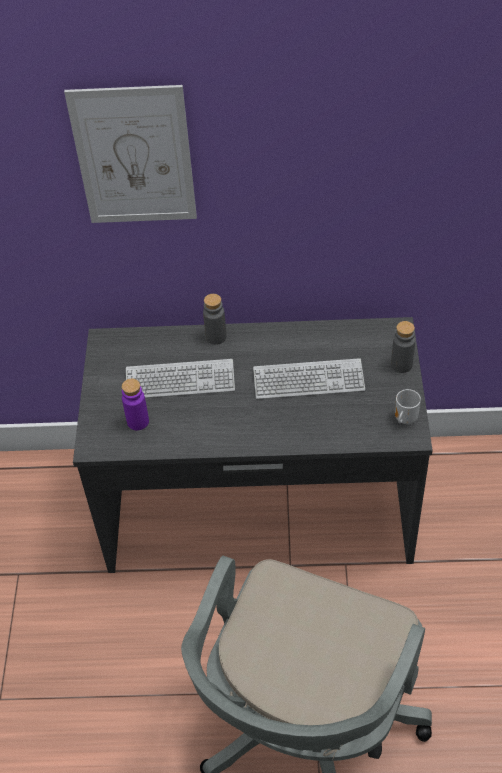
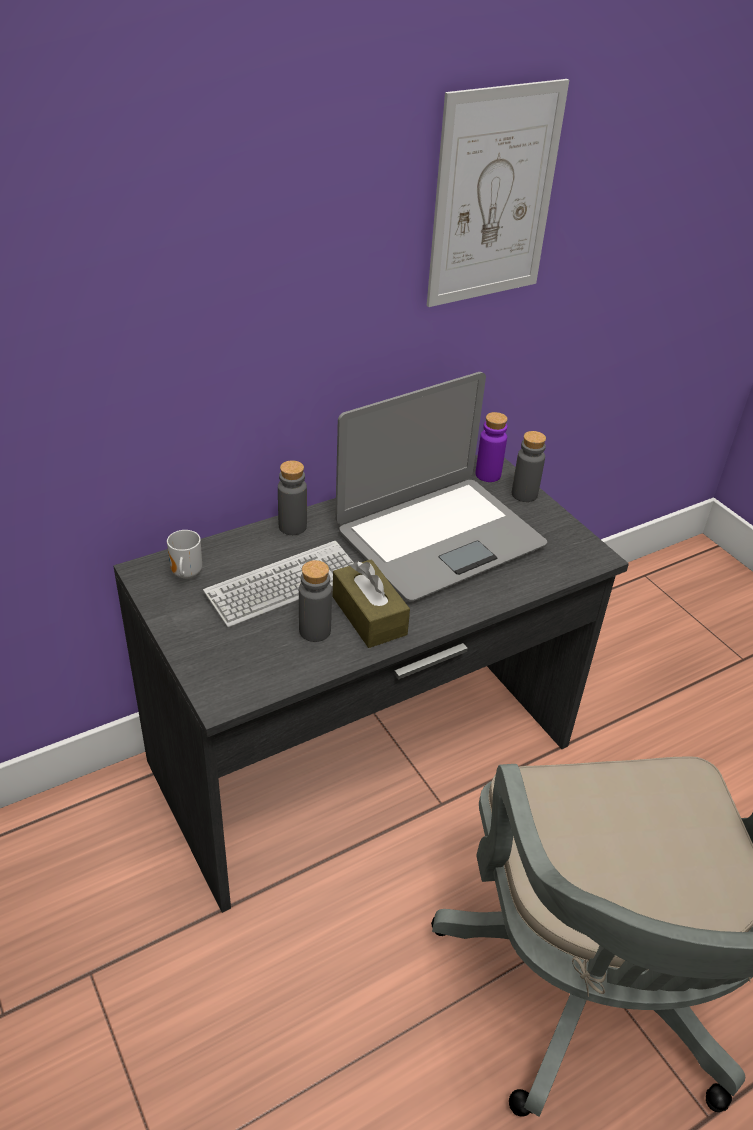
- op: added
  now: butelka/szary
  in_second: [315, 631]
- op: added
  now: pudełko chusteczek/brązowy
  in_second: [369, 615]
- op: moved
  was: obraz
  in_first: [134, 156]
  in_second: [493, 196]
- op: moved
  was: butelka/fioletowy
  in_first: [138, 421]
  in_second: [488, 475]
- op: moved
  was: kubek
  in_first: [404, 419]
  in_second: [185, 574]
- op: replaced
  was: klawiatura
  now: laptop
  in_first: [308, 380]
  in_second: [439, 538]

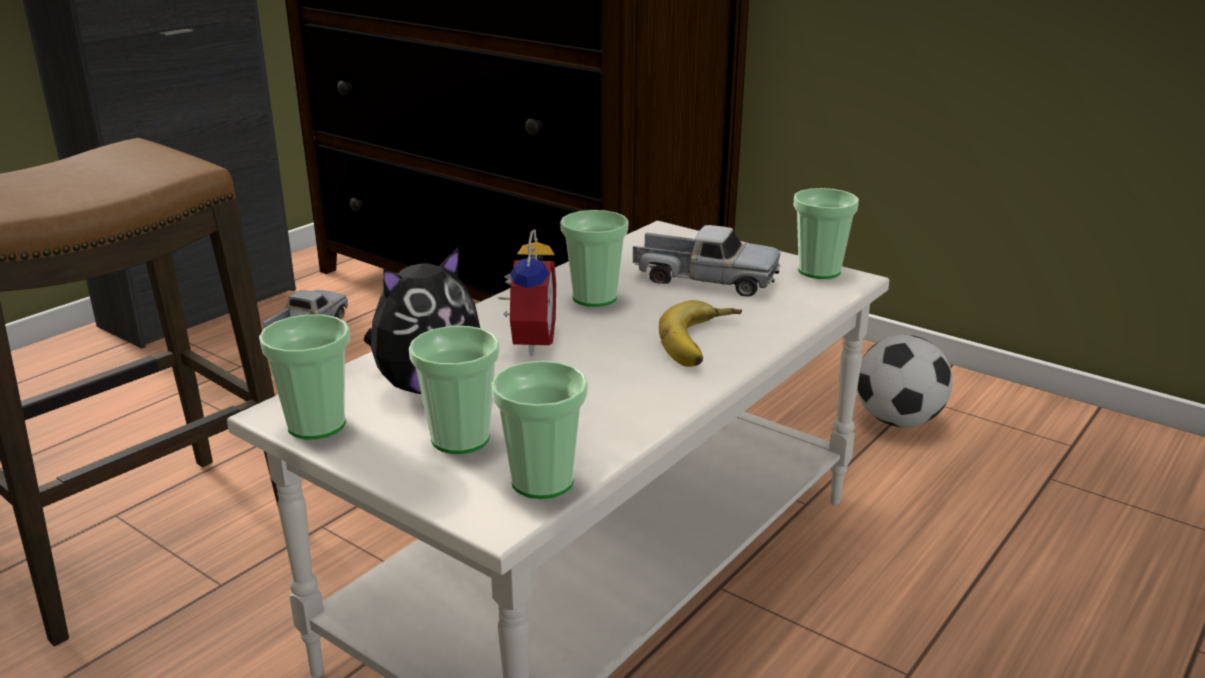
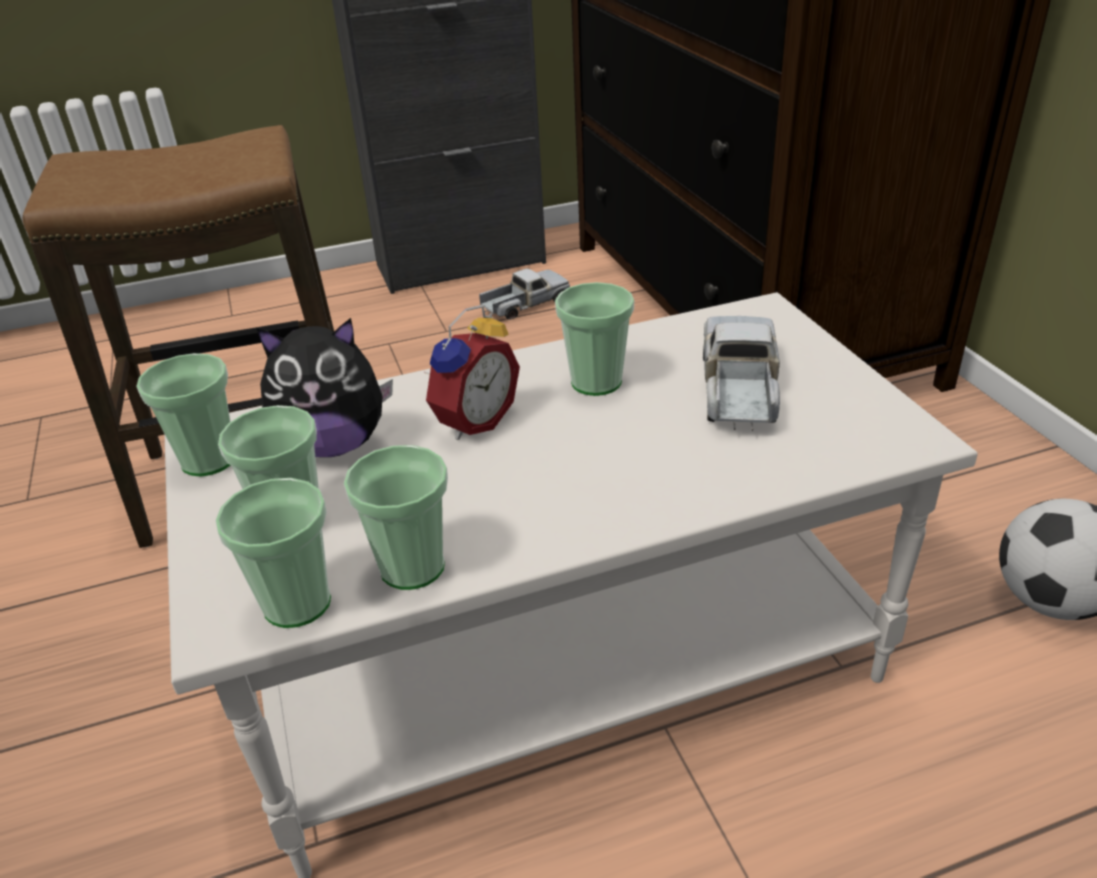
- op: removed
  was: banan
  in_first: [705, 343]
- op: moved
  was: filiżanka
  in_first: [819, 271]
  in_second: [412, 567]
- op: turned
  was: ciężarówka zabawkowa
  in_first: [705, 279]
  in_second: [739, 389]
  clockwise: -135

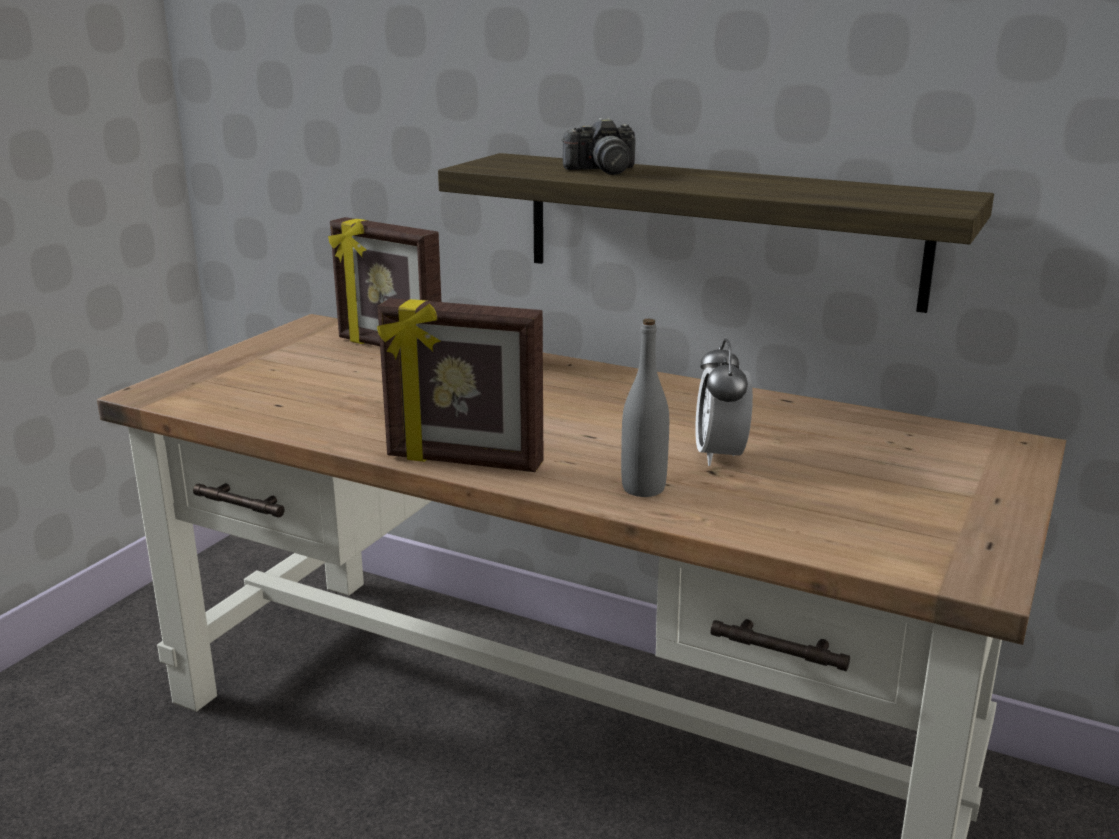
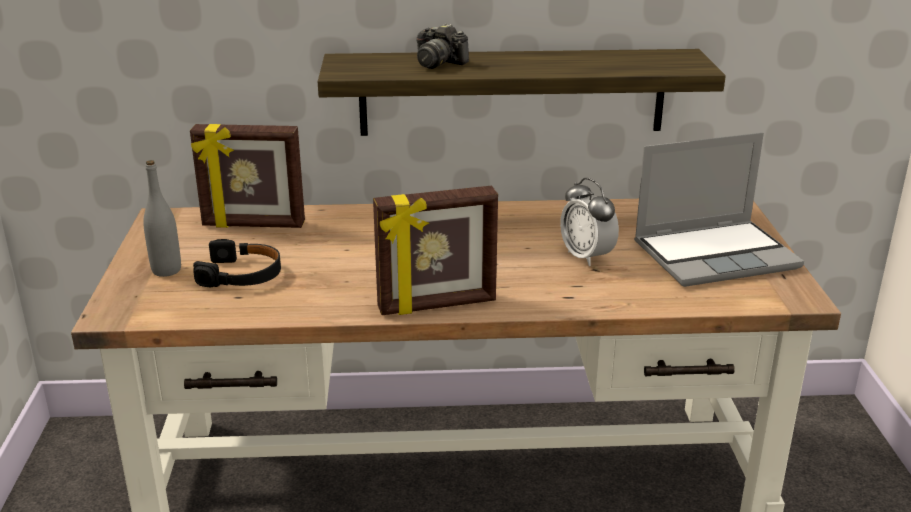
- op: added
  now: słuchawki/czarny
  in_second: [241, 275]
- op: added
  now: laptop
  in_second: [716, 254]
- op: moved
  was: butelka/szary
  in_first: [643, 488]
  in_second: [166, 270]
- op: turned
  was: aparat fotograficzny
  in_first: [602, 170]
  in_second: [438, 63]
  clockwise: 75

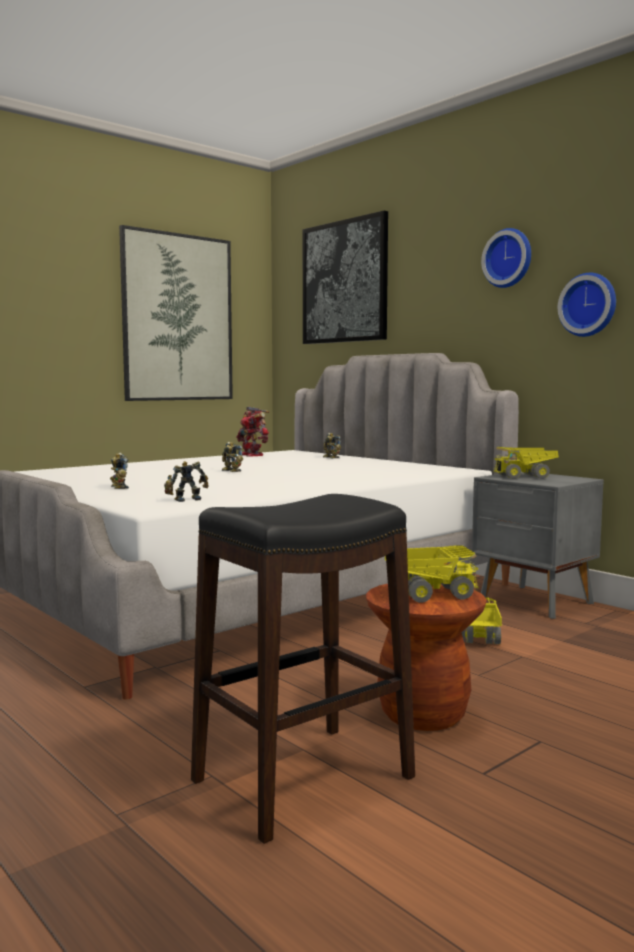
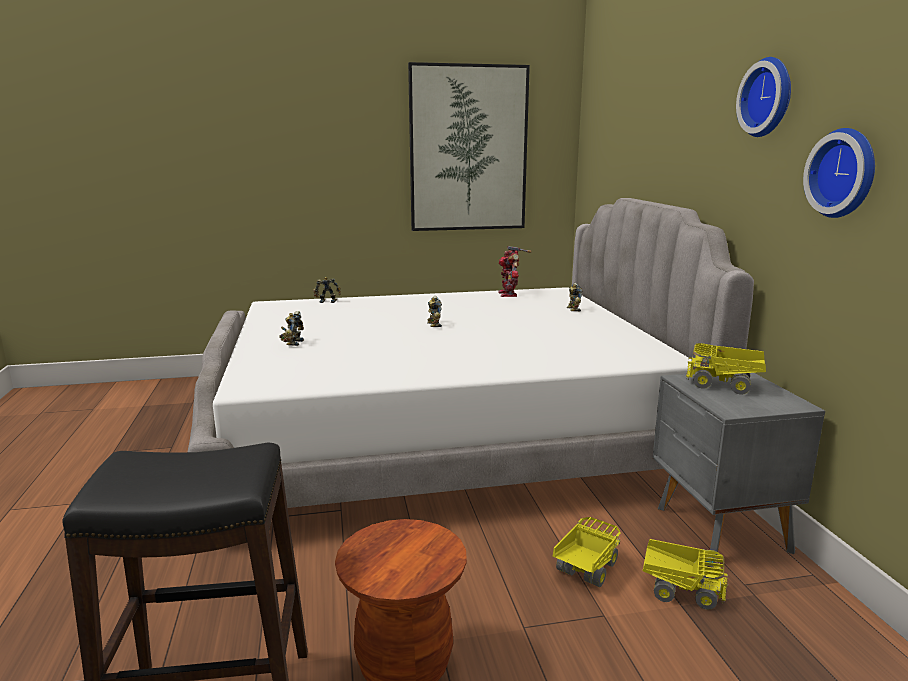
- op: removed
  was: obraz
  in_first: [344, 282]
- op: moved
  was: robot zabawkowy
  in_first: [186, 499]
  in_second: [327, 301]
- op: moved
  was: ciężarówka zabawkowa
  in_first: [429, 594]
  in_second: [679, 590]

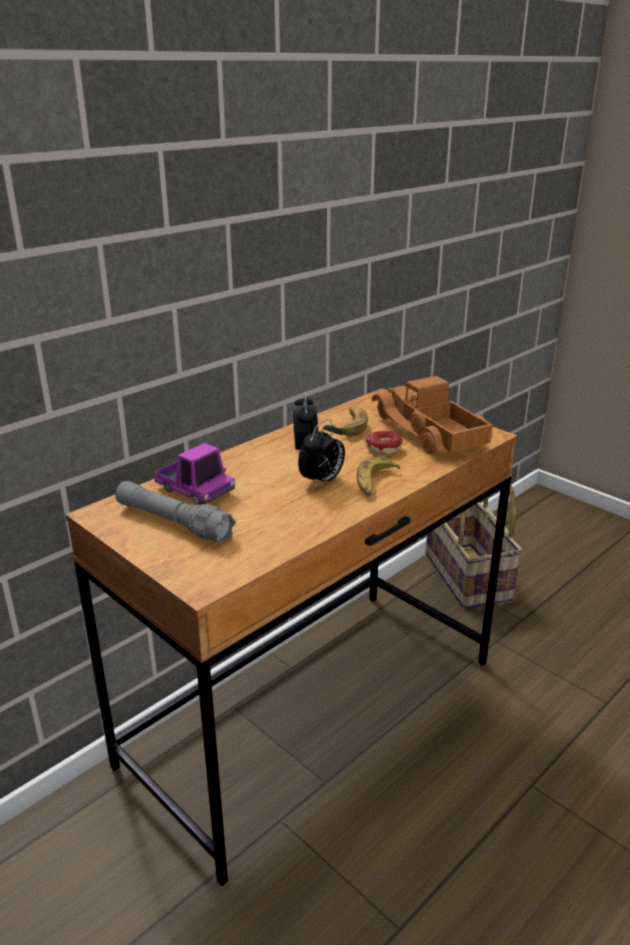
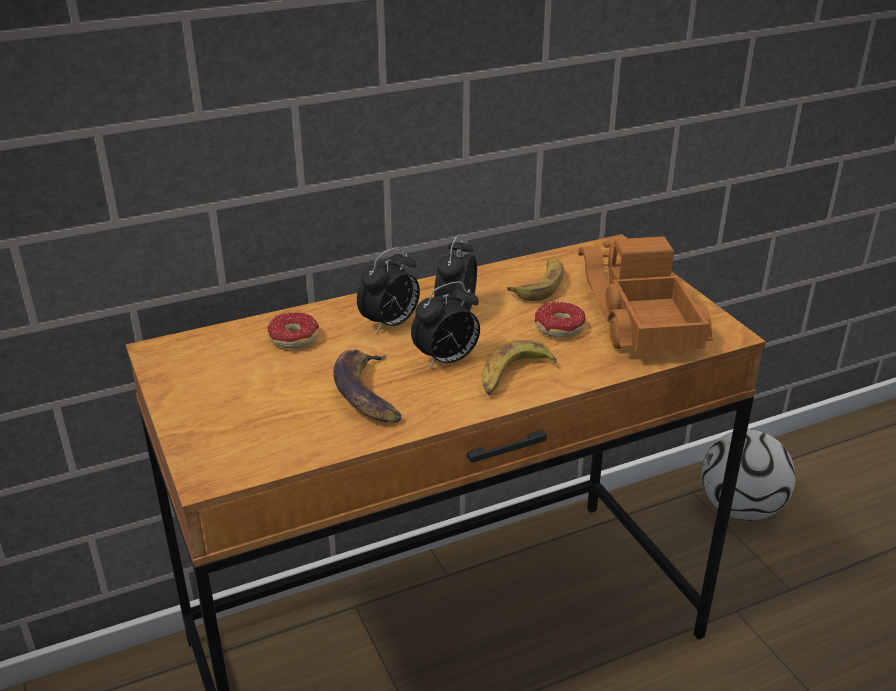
- op: removed
  was: latarka/szary
  in_first: [173, 522]
- op: added
  now: banan
  in_second: [366, 393]
- op: added
  now: budzik
  in_second: [390, 324]
- op: replaced
  was: ciężarówka zabawkowa
  now: donut
  in_first: [195, 490]
  in_second: [285, 342]
- op: replaced
  was: koszyk
  now: piłka futbolowa
  in_first: [469, 576]
  in_second: [741, 508]

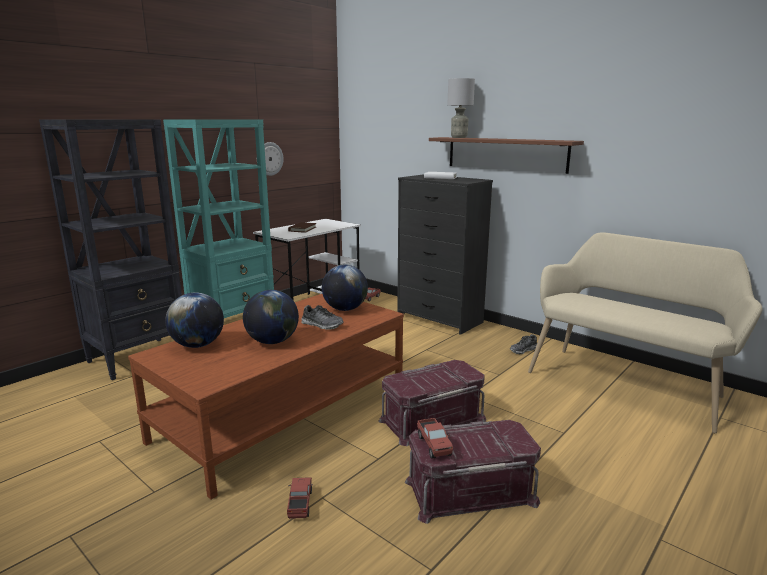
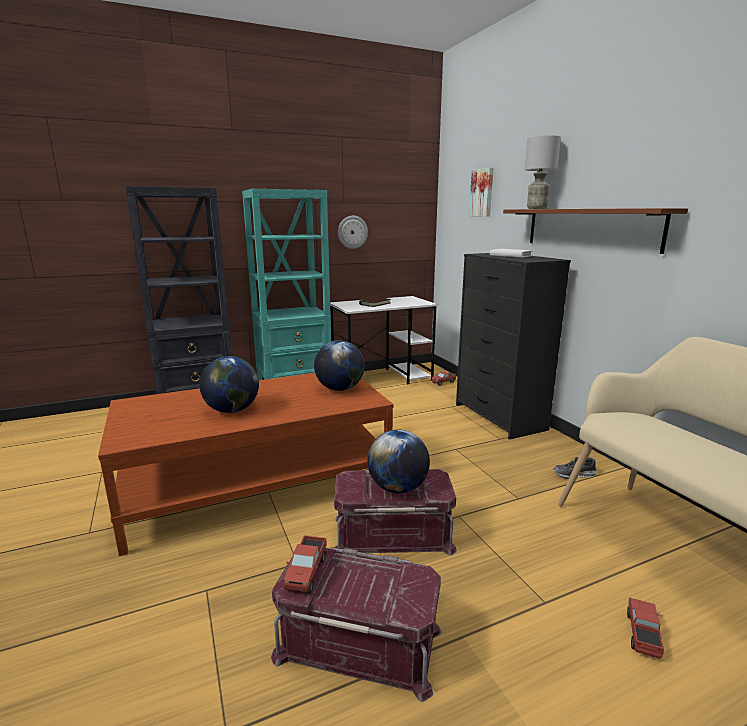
- op: removed
  was: but
  in_first: [322, 325]
- op: added
  now: obraz
  in_second: [482, 192]
- op: moved
  was: globus
  in_first: [198, 345]
  in_second: [398, 488]
- op: moved
  was: ciężarówka zabawkowa
  in_first: [300, 505]
  in_second: [642, 635]

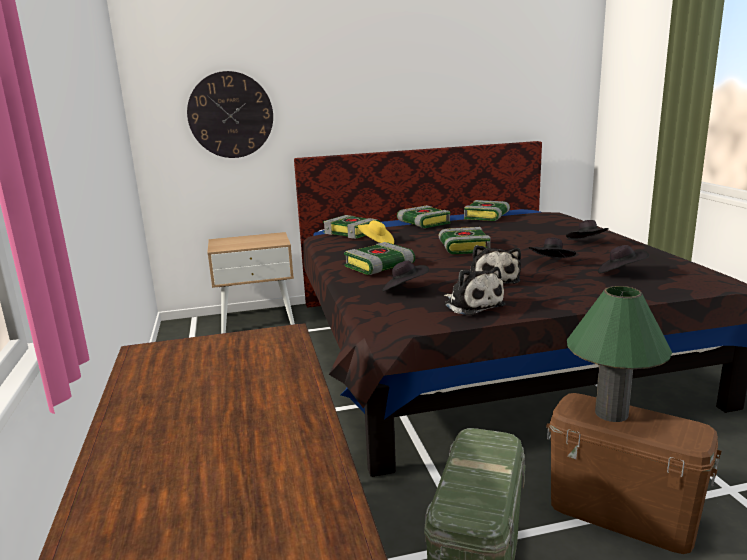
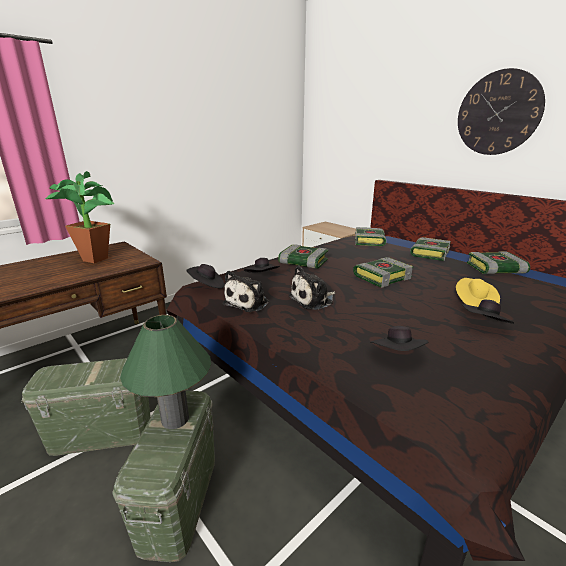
- op: added
  now: roślina doniczkowa
  in_second: [94, 258]
- op: moved
  was: zegar ścienny
  in_first: [230, 115]
  in_second: [498, 113]
- op: moved
  was: kapelusz/żółty
  in_first: [376, 243]
  in_second: [474, 303]
- op: moved
  was: kapelusz/czarny
  in_first: [551, 263]
  in_second: [207, 286]
- op: recoloured
  was: pojemnik do przechowywania/brązowy
  now: pojemnik do przechowywania/zielony
  in_first: [621, 514]
  in_second: [179, 499]

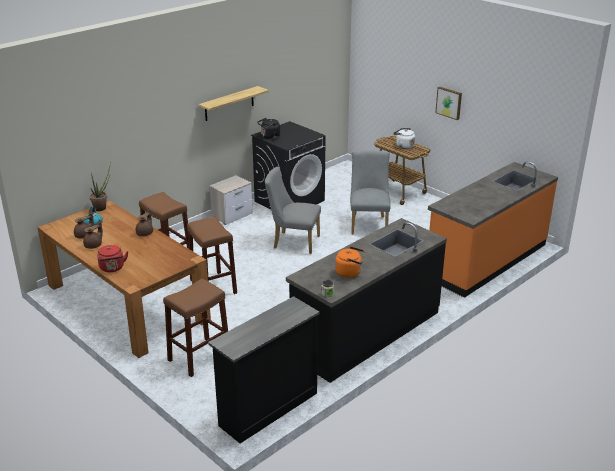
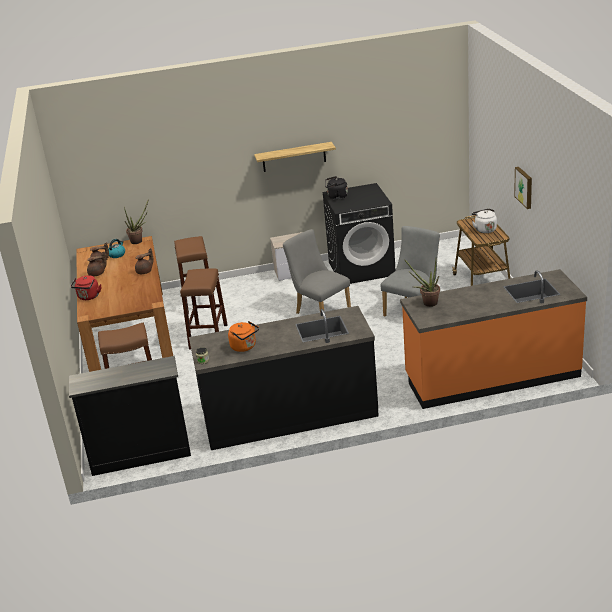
- op: added
  now: roślina doniczkowa
  in_second: [427, 303]

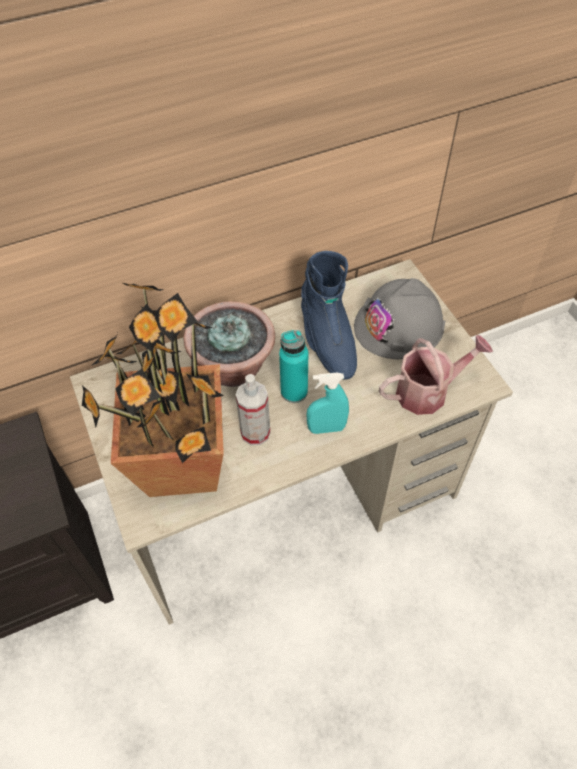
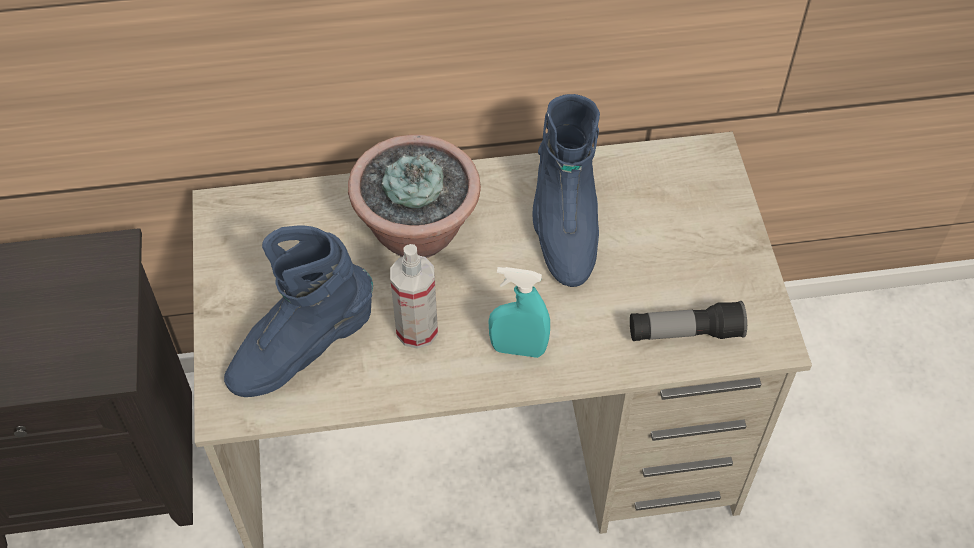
- op: removed
  was: butelka/turkusowy
  in_first: [294, 392]
- op: removed
  was: kask/szary
  in_first: [399, 326]
- op: replaced
  was: roślina doniczkowa
  now: but z cholewką/niebieski
  in_first: [181, 465]
  in_second: [302, 349]
- op: replaced
  was: konewka
  now: latarka
  in_first: [428, 391]
  in_second: [684, 333]

